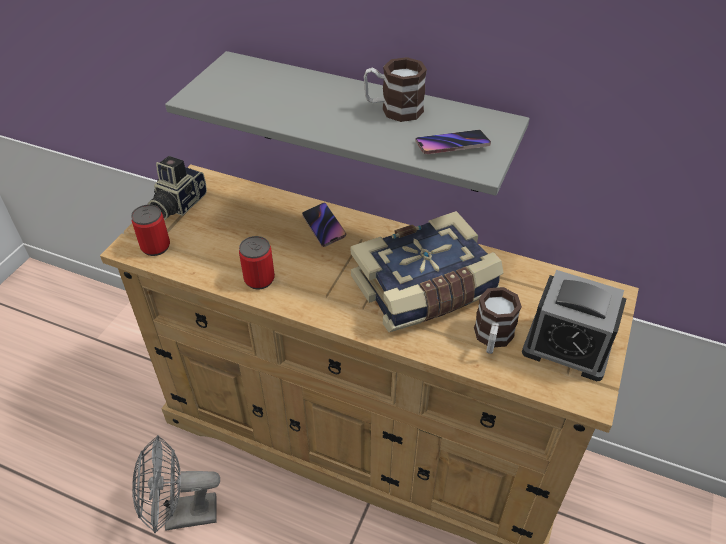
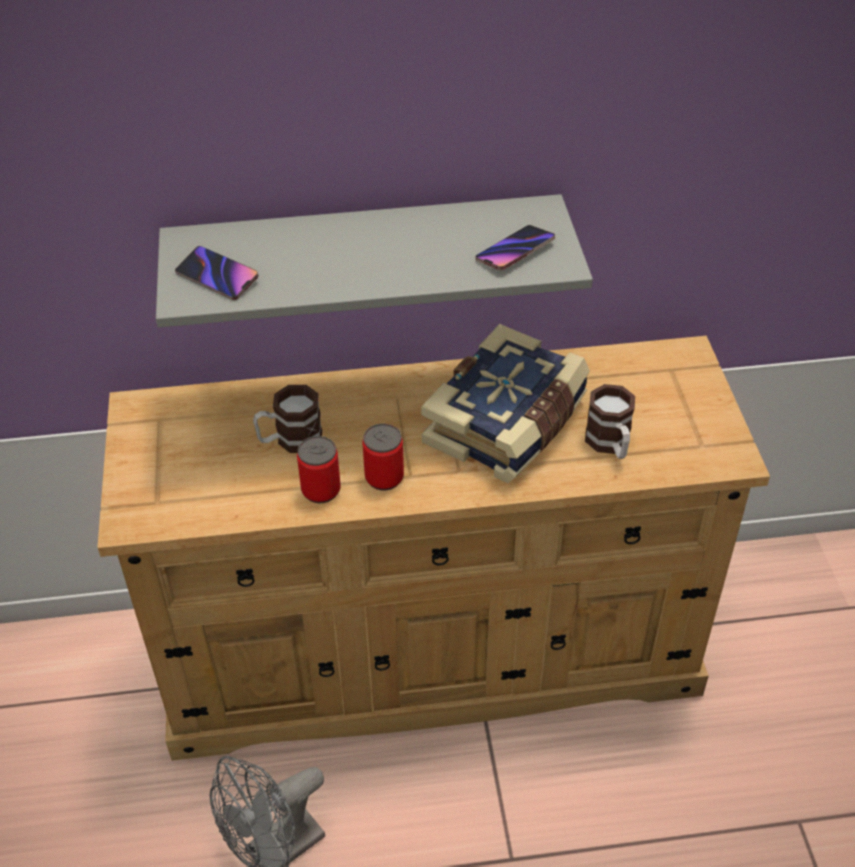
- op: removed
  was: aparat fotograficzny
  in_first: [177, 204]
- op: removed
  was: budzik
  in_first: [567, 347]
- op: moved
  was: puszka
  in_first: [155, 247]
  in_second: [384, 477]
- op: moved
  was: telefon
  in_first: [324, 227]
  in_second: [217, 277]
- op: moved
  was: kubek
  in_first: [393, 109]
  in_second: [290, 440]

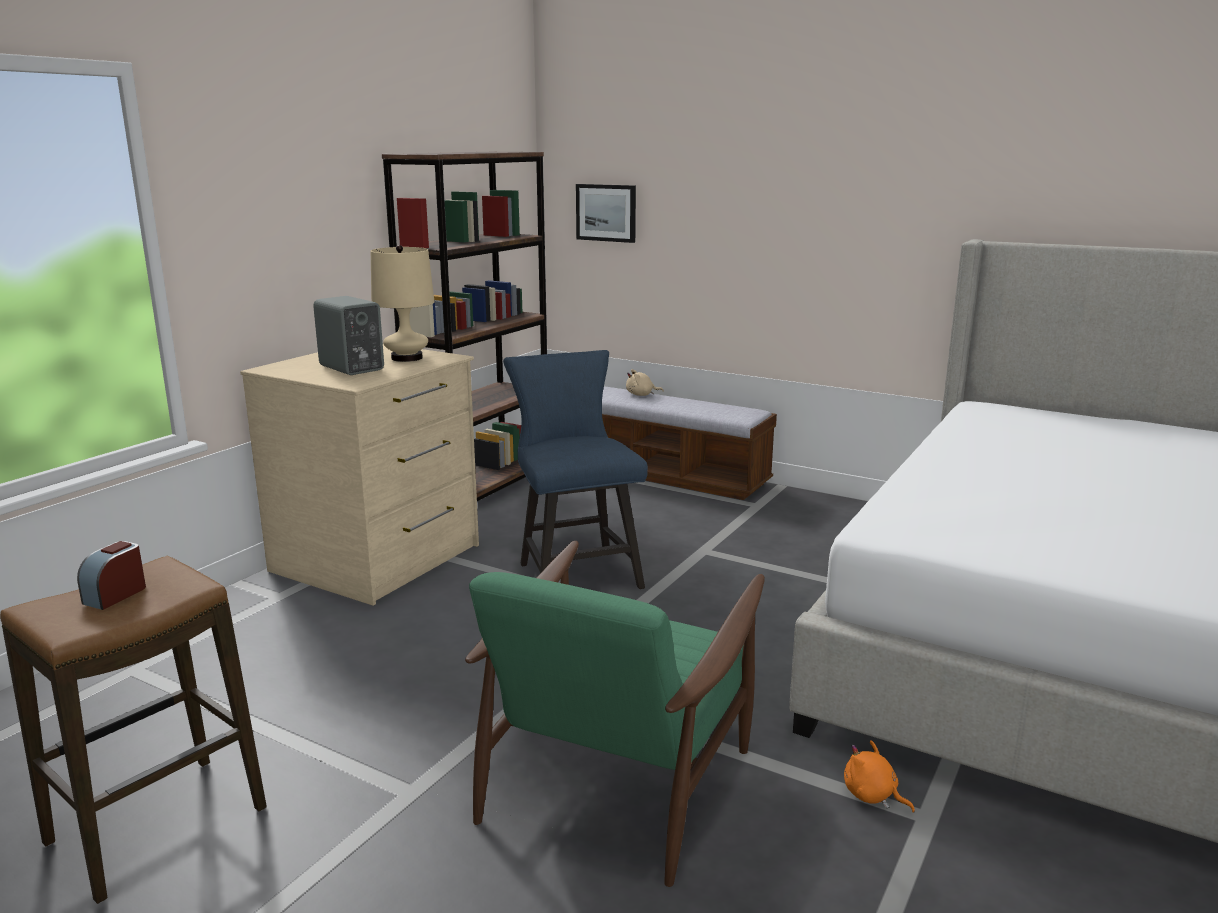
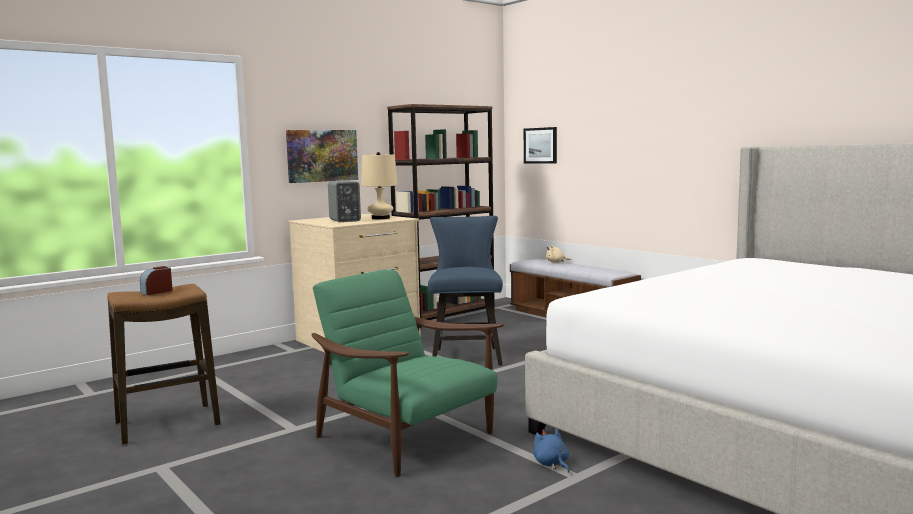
- op: added
  now: obraz
  in_second: [322, 155]
- op: recoloured
  was: pluszak/pomarańczowy
  now: pluszak/niebieski
  in_first: [872, 796]
  in_second: [551, 464]
- op: turned
  was: fotel/zielony
  in_first: [618, 777]
  in_second: [407, 437]
  clockwise: 90

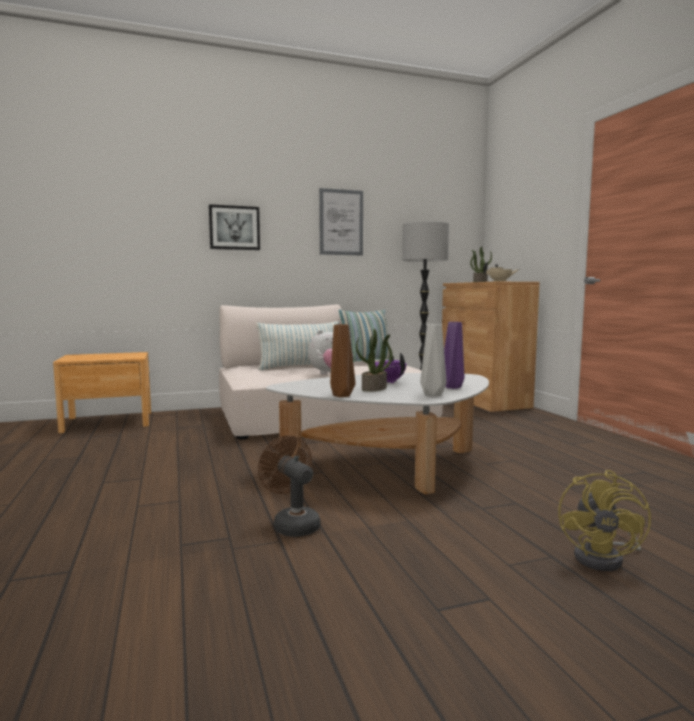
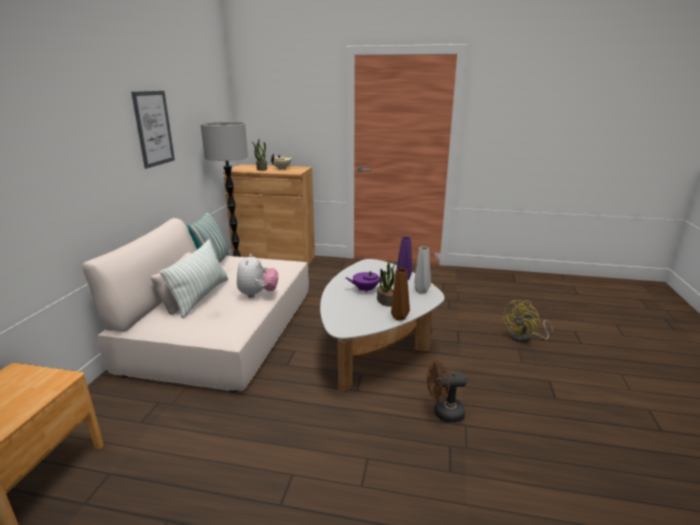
- op: removed
  was: obraz
  in_first: [234, 228]
- op: turned
  was: wentylator/żółty
  in_first: [605, 558]
  in_second: [524, 337]
  clockwise: 90

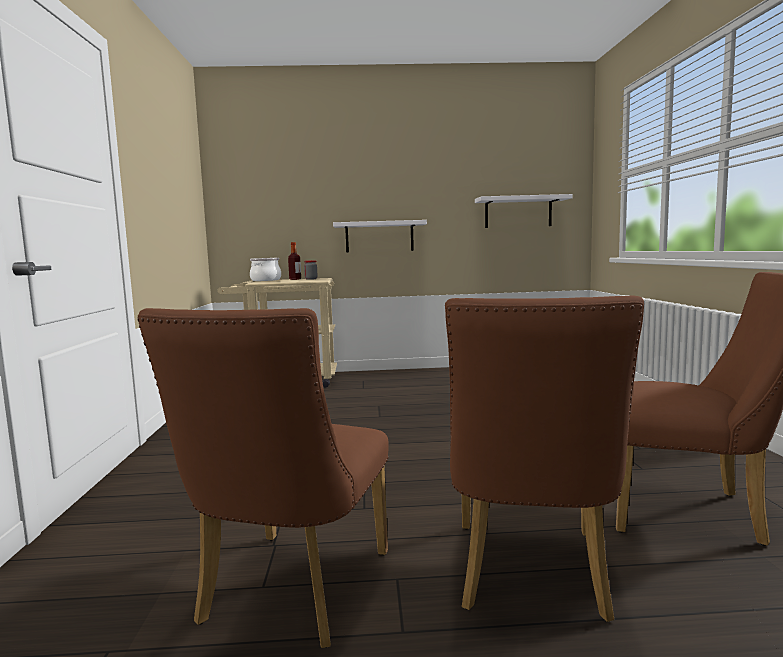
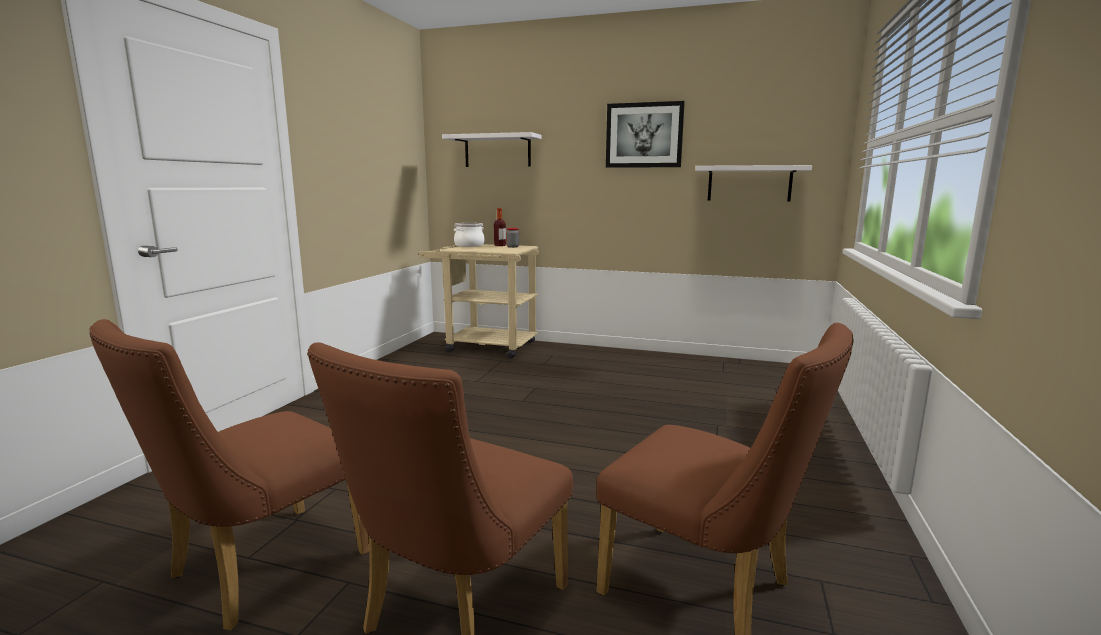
- op: added
  now: obraz
  in_second: [644, 135]
- op: moved
  was: półka/biały
  in_first: [379, 237]
  in_second: [497, 151]

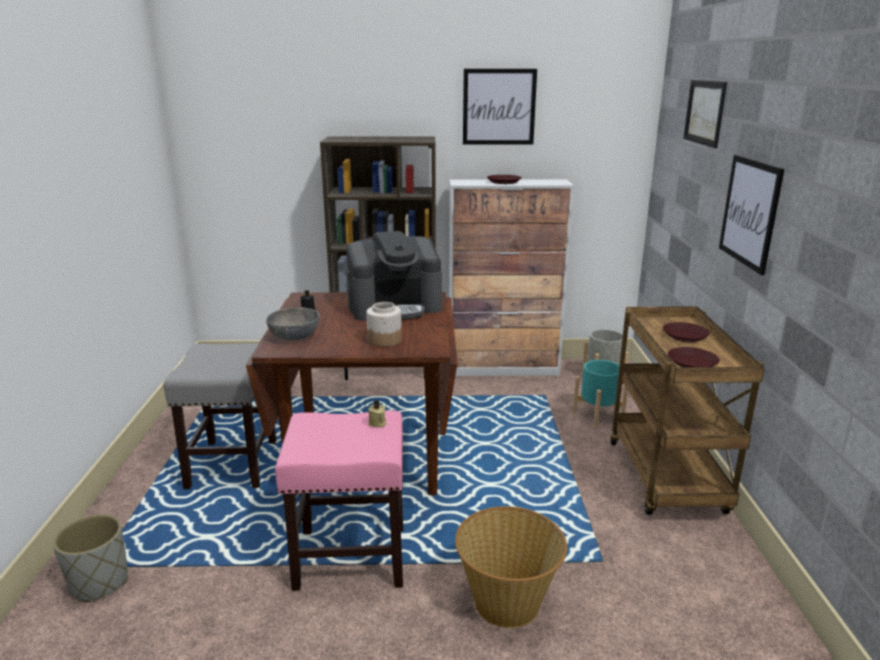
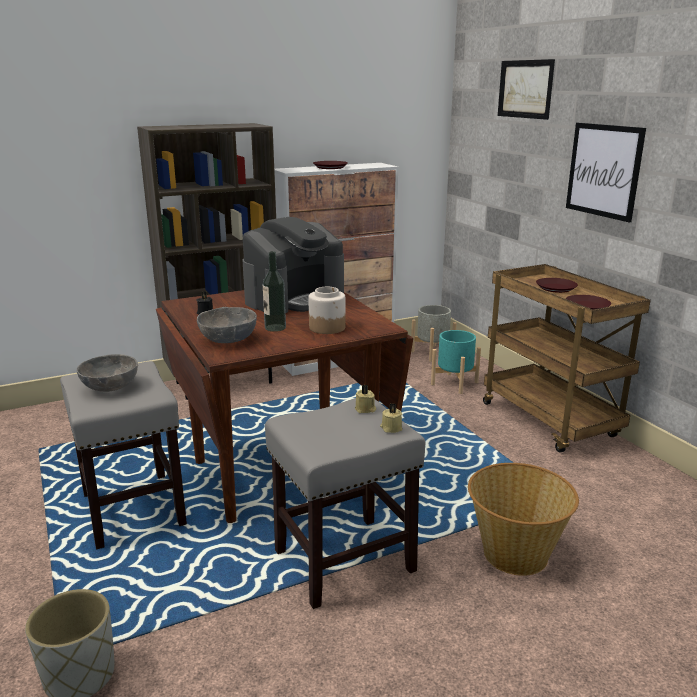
- op: removed
  was: obraz
  in_first: [499, 107]
- op: added
  now: miska/szary
  in_second: [110, 387]
- op: added
  now: butelka
  in_second: [275, 328]
- op: added
  now: świeca/beżowy
  in_second: [391, 428]
- op: recoloured
  was: stołek/różowy
  now: stołek/szary
  in_first: [349, 558]
  in_second: [343, 561]

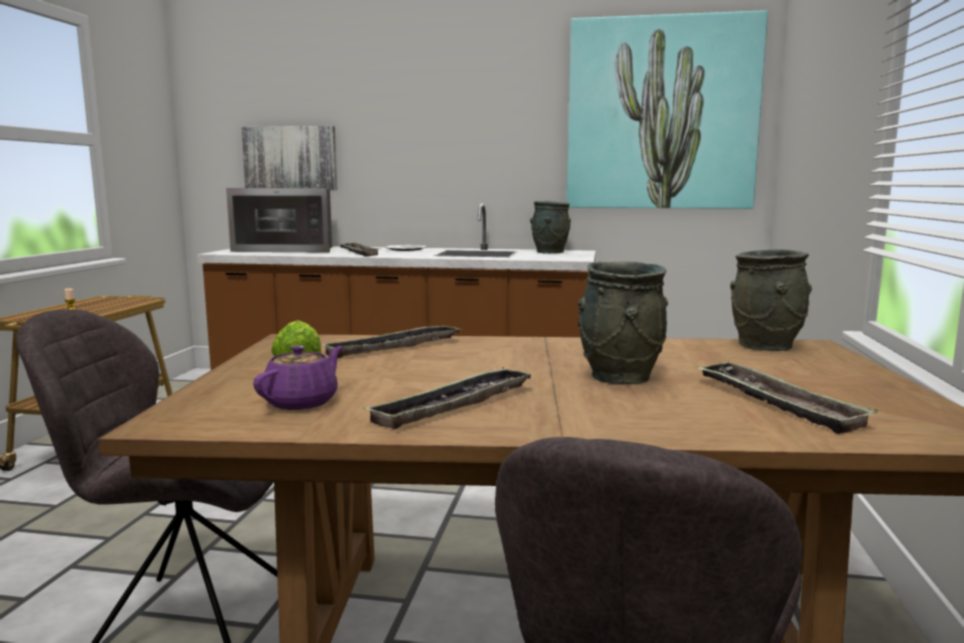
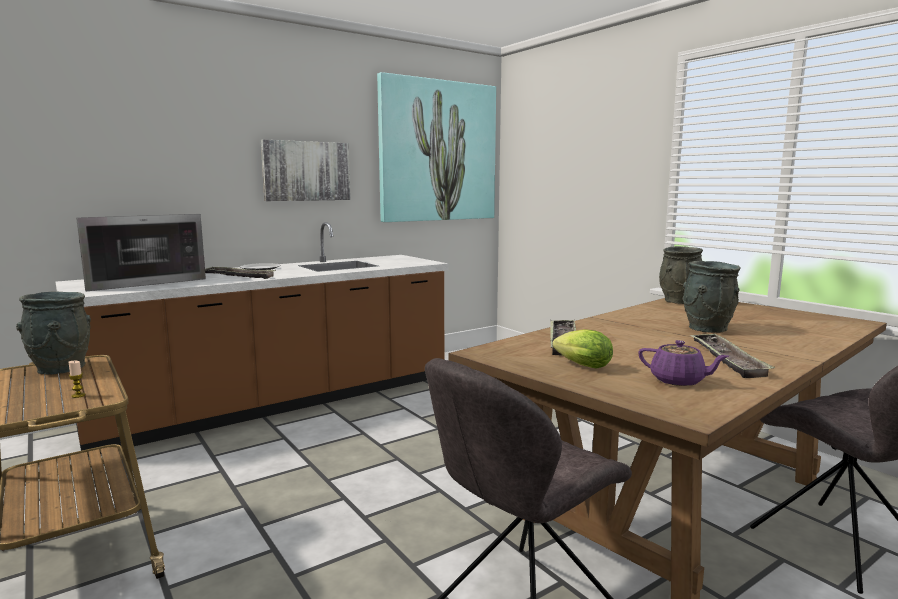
- op: removed
  was: taca
  in_first: [776, 403]
- op: moved
  was: obraz
  in_first: [290, 158]
  in_second: [306, 171]
- op: moved
  was: wazon/szary
  in_first: [549, 252]
  in_second: [60, 369]
- op: turned
  was: imbryk/fioletowy
  in_first: [302, 402]
  in_second: [678, 381]
  clockwise: 135

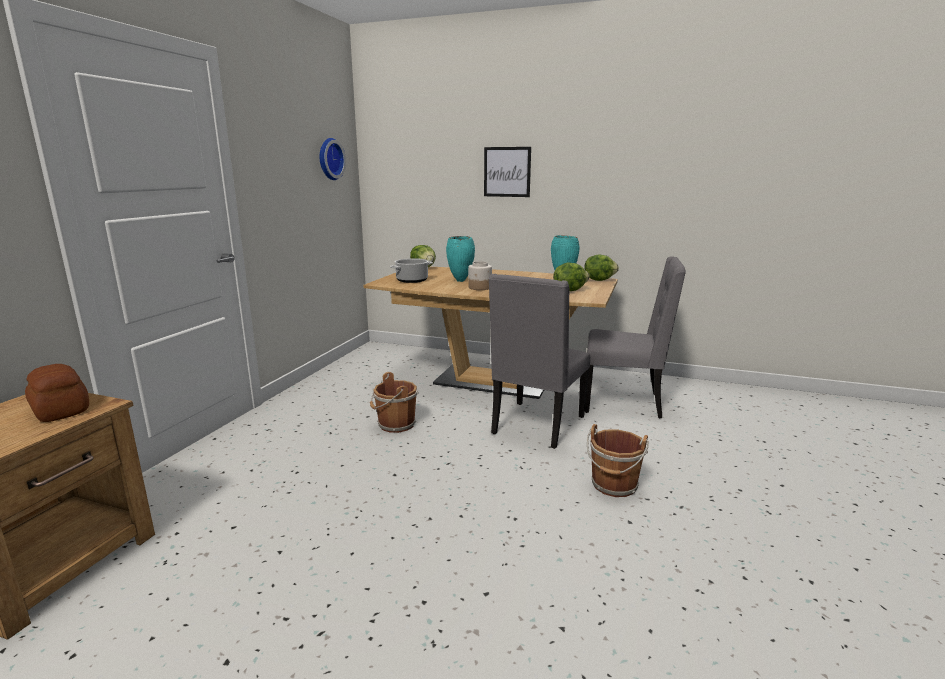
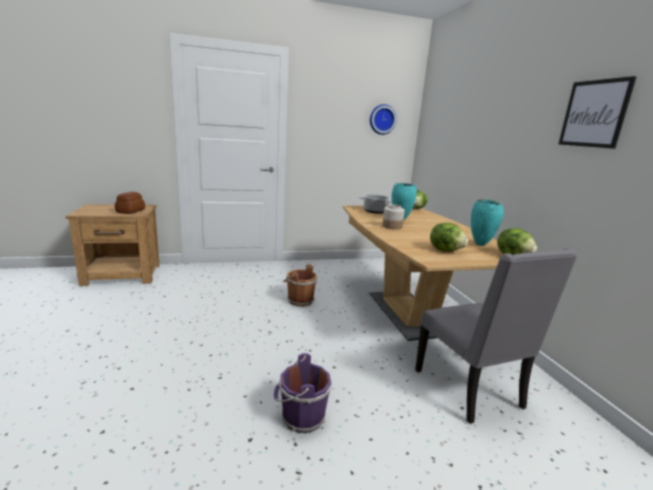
- op: removed
  was: krzesło/szary
  in_first: [536, 425]
- op: moved
  was: obraz
  in_first: [507, 172]
  in_second: [594, 114]
- op: recoloured
  was: wiadro/brązowy
  now: wiadro/fioletowy
  in_first: [614, 486]
  in_second: [301, 417]

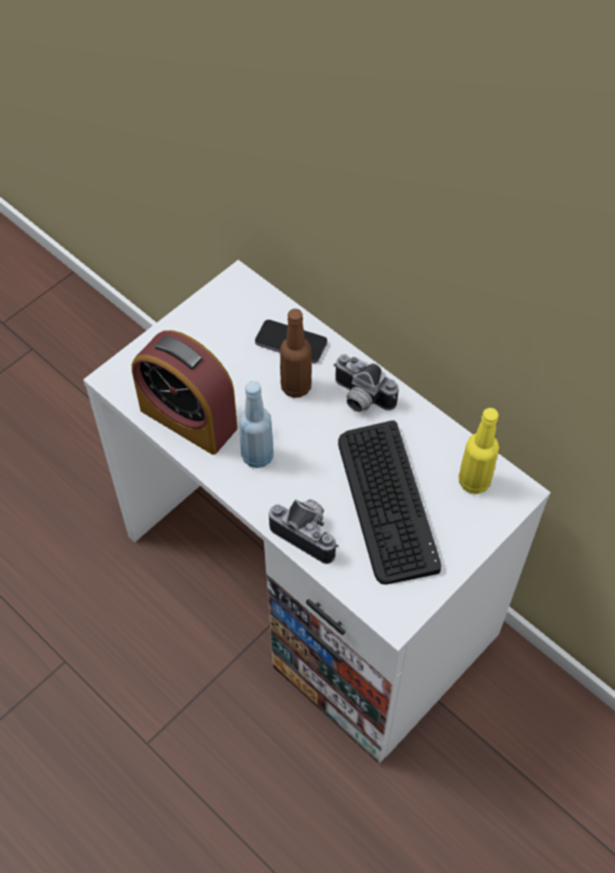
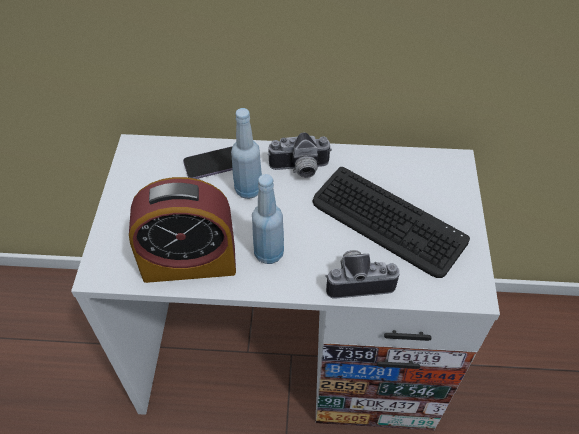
- op: removed
  was: butelka/żółty
  in_first: [474, 481]
- op: recoloured
  was: butelka/brązowy
  now: butelka/niebieski
  in_first: [296, 387]
  in_second: [248, 190]

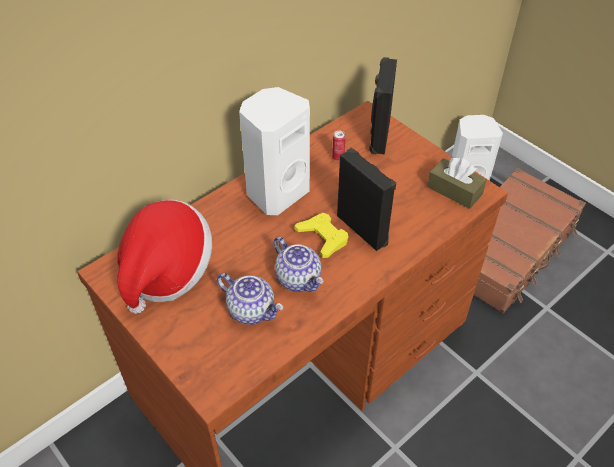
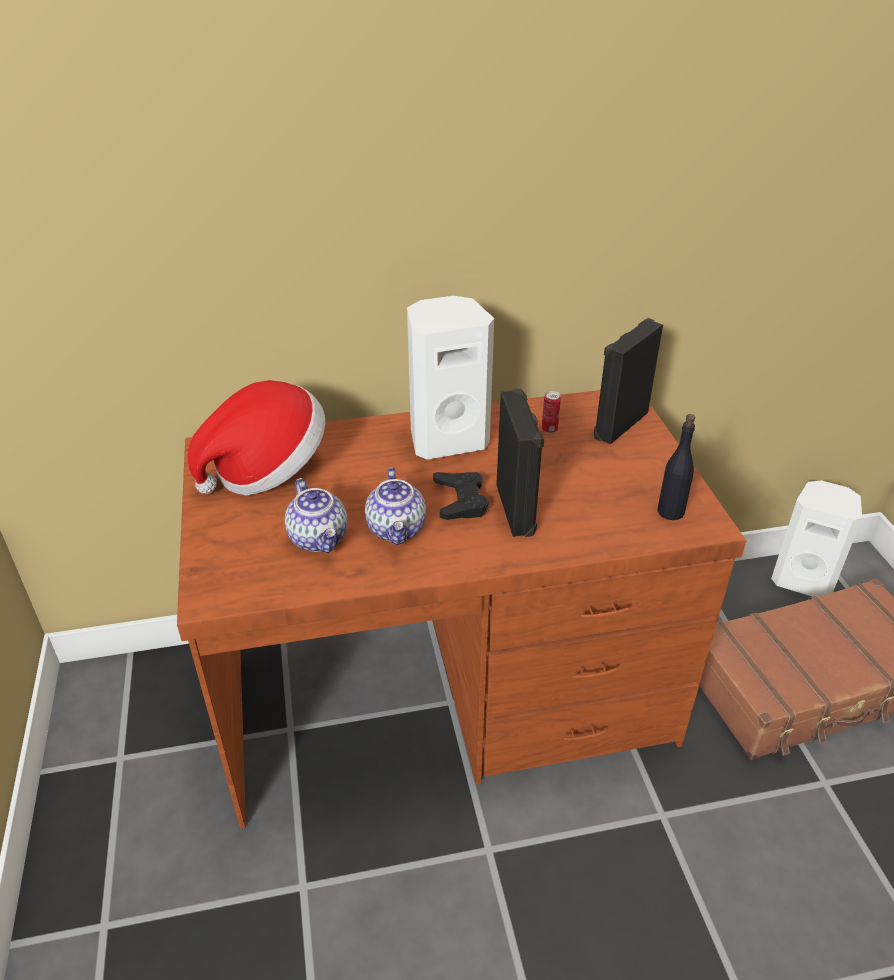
- op: replaced
  was: pudełko chusteczek/brązowy
  now: butelka/czarny
  in_first: [454, 190]
  in_second: [671, 511]
- op: recoloured
  was: pad do gier/żółty
  now: pad do gier/czarny
  in_first: [323, 238]
  in_second: [460, 500]

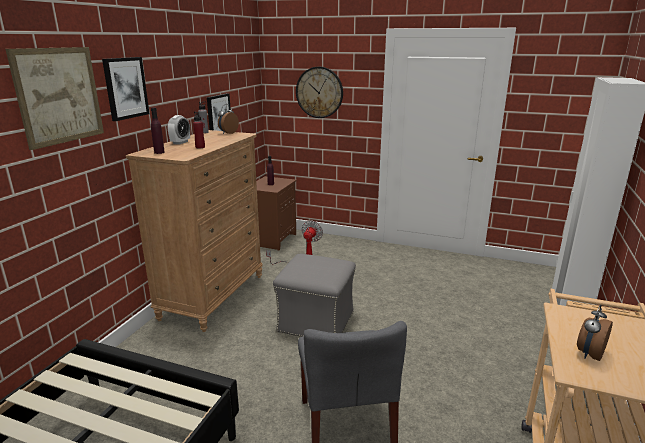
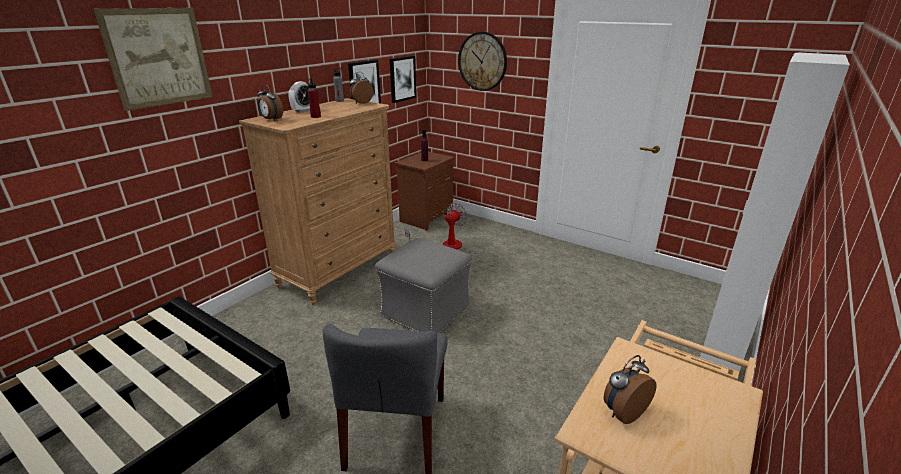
- op: moved
  was: obraz
  in_first: [125, 88]
  in_second: [402, 79]
- op: replaced
  was: butelka/fioletowy
  now: budzik
  in_first: [159, 152]
  in_second: [271, 120]

